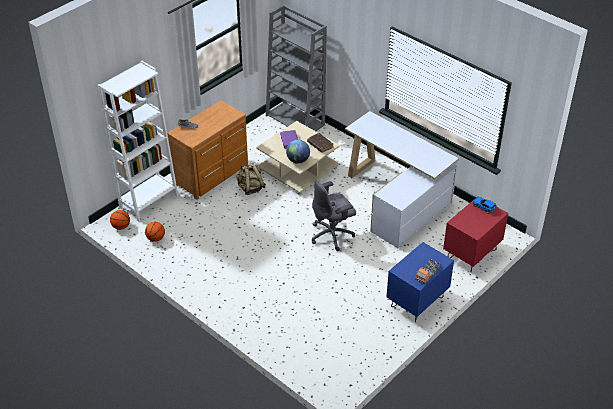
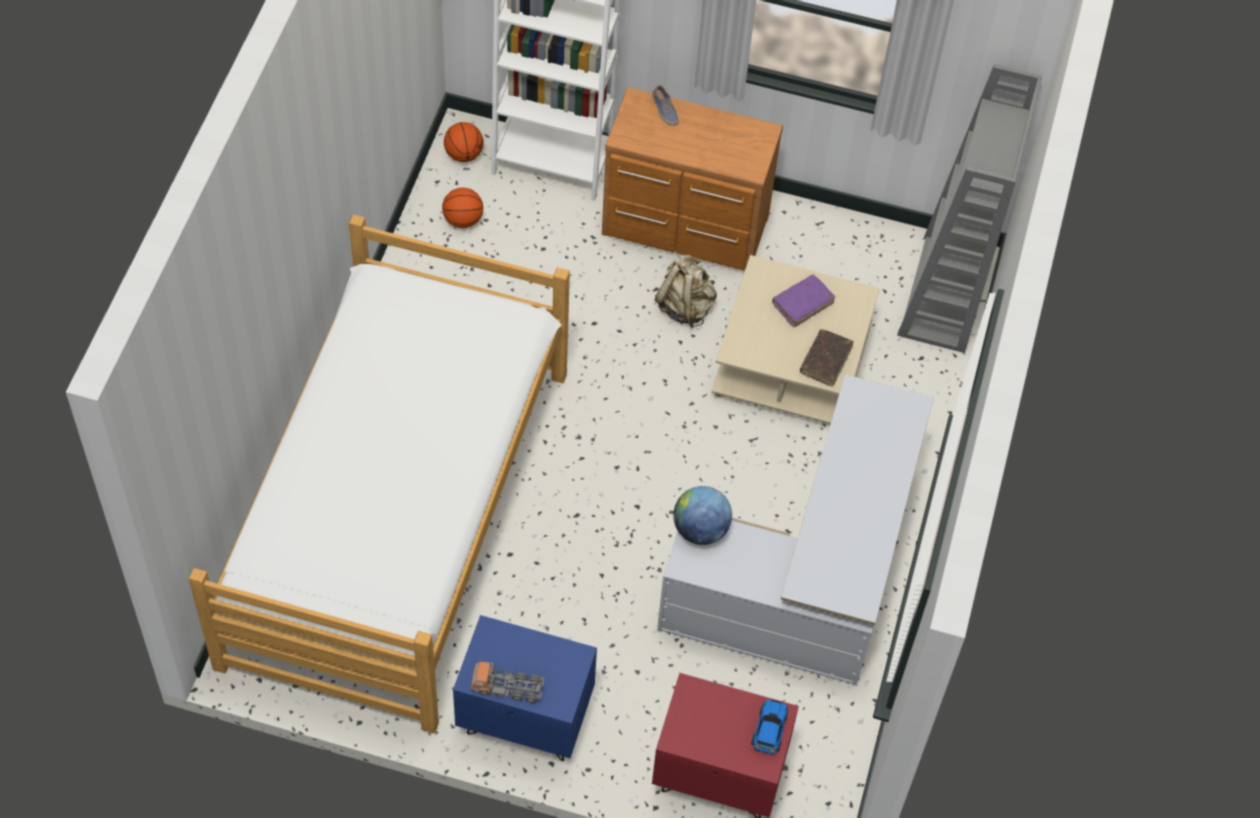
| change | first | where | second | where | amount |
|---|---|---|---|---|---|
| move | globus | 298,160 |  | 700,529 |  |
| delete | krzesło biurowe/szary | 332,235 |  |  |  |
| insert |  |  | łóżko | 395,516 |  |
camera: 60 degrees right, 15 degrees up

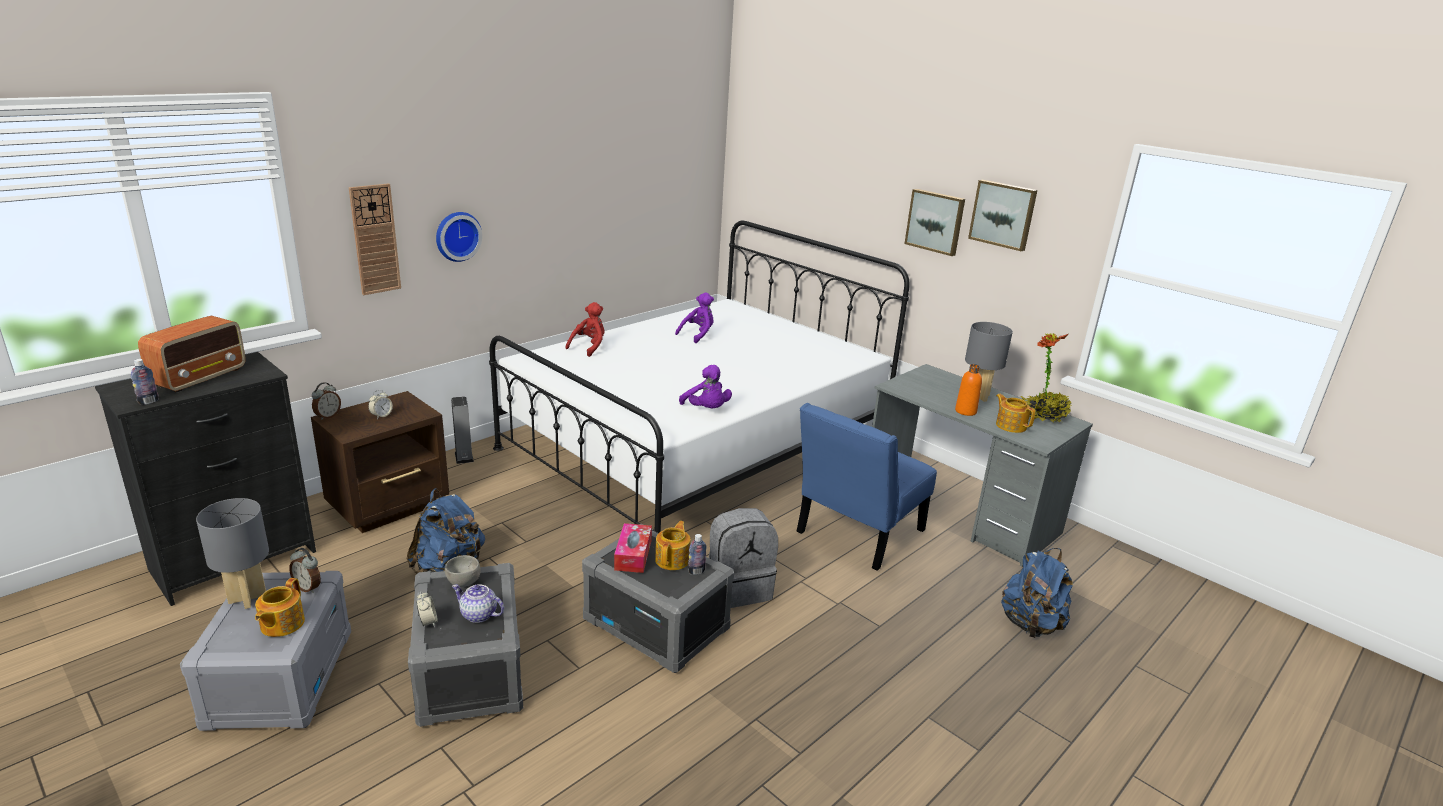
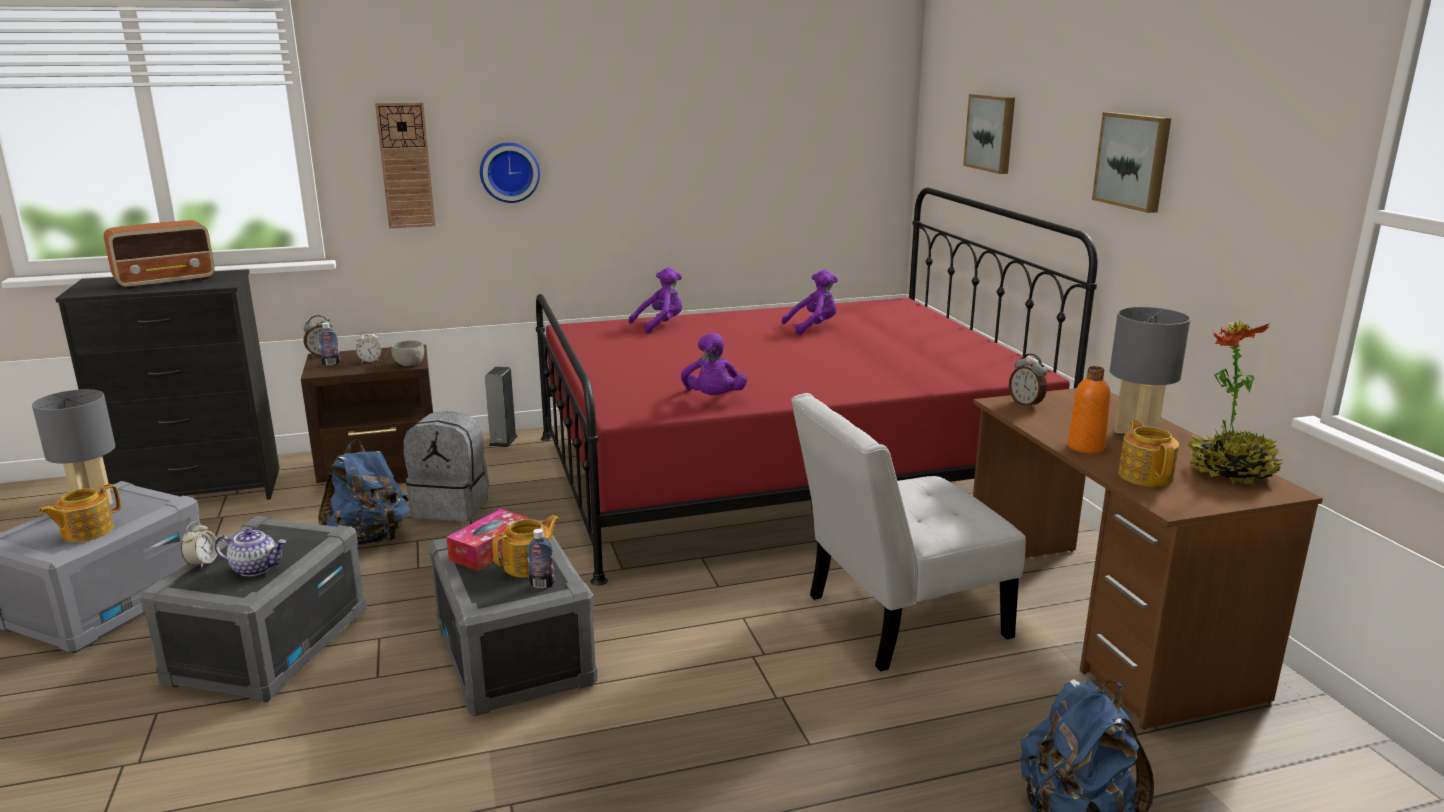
| change | first | where | second | where | amount |
|---|---|---|---|---|---|
| move | butelka | 148,402 |  | 331,364 |  |
| move | budzik | 308,587 |  | 1026,404 |  |
| move | miska/szary | 464,582 |  | 409,364 |  |
| rotate | imbryk | 478,615 |  | 255,568 | 135 degrees clockwise |
| recolor | łóżko/biały | 697,444 | łóżko/czerwony | 782,473 |  |
| recolor | pluszak/czerwony | 589,347 | pluszak/fioletowy | 660,325 |  |
| move | plecak/szary | 738,588 |  | 452,507 |  |
| recolor | krzesło/niebieski | 856,534 | krzesło/biały | 896,619 |  |
| recolor | biurko/szary | 959,511 | biurko/brązowy | 1102,626 |  |
| move | obraz | 1003,214 |  | 992,133 |  |
camera: 30 degrees right, 5 degrees down

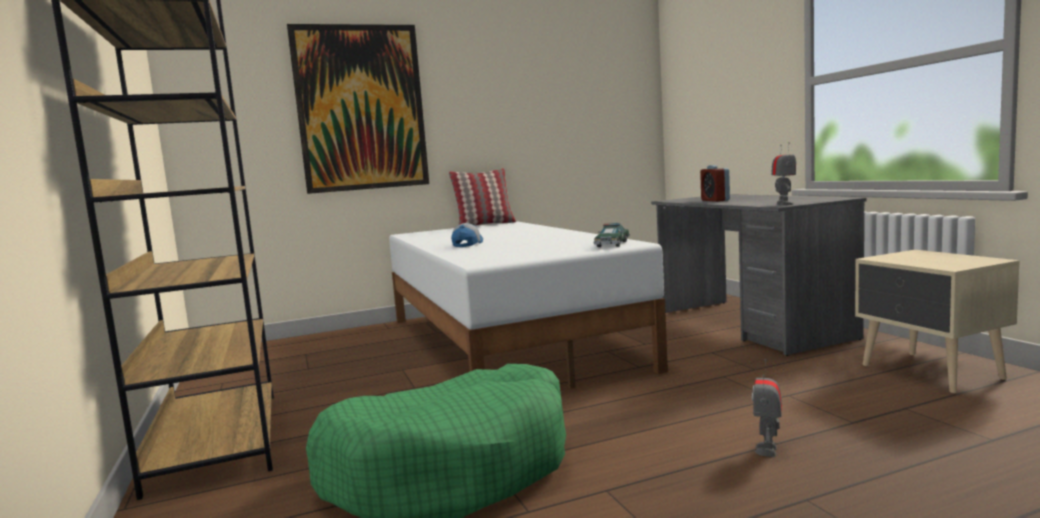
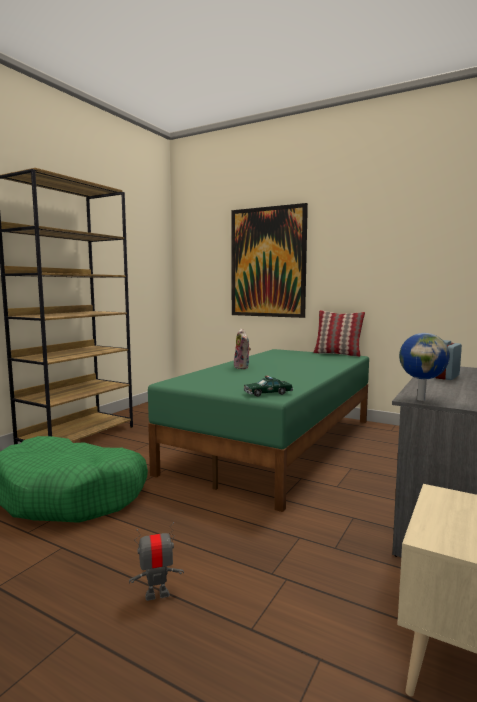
| change | first | where | second | where | amount |
|---|---|---|---|---|---|
| recolor | łóżko/biały | 507,341 | łóżko/zielony | 277,444 |  |
| replace | czapka z daszkiem | 467,244 | pluszak | 243,367 |  |
| replace | robot zabawkowy | 784,204 | globus | 421,399 |  |
camera: 50 degrees right, 0 degrees up

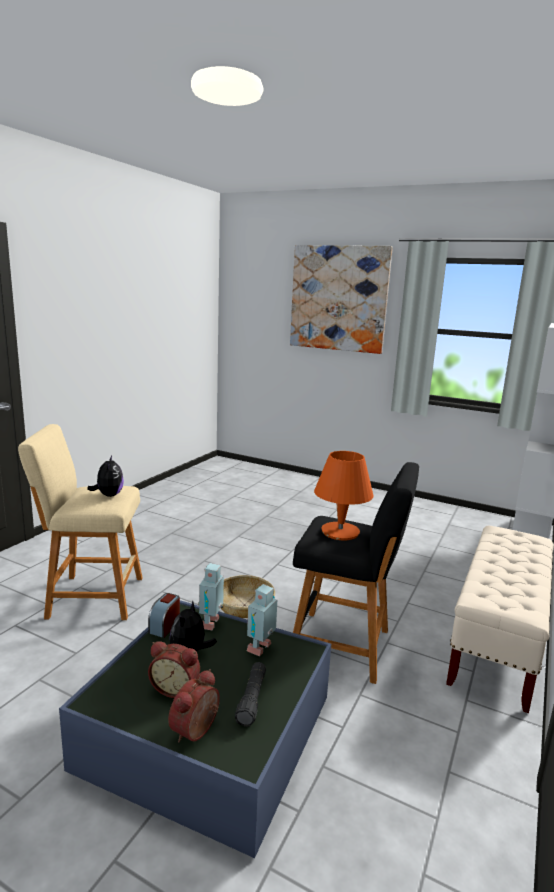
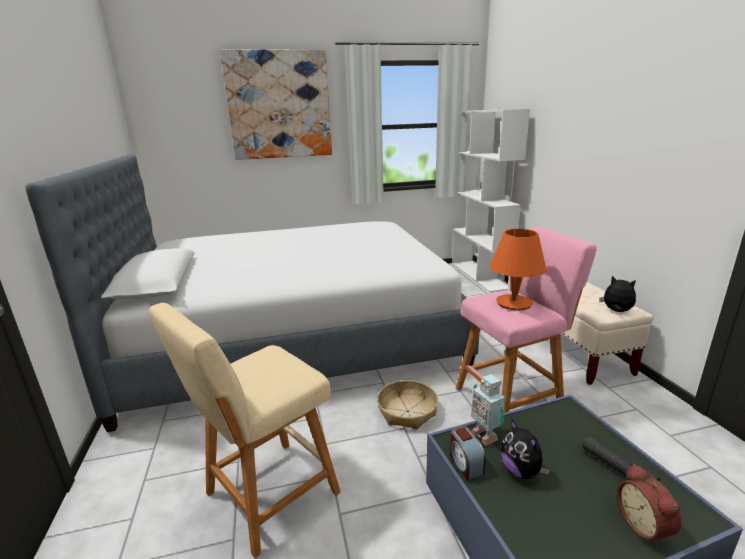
| change | first | where | second | where | amount |
|---|---|---|---|---|---|
| move | pluszak | 108,495 |  | 616,311 |  |
| delete | budzik | 175,688 |  |  |  |
| delete | robot zabawkowy | 261,648 |  |  |  |
| recolor | stołek/czarny | 345,646 | stołek/różowy | 512,397 |  |
| insert |  |  | łóżko | 295,336 |  |
camera: 40 degrees left, 5 degrees up

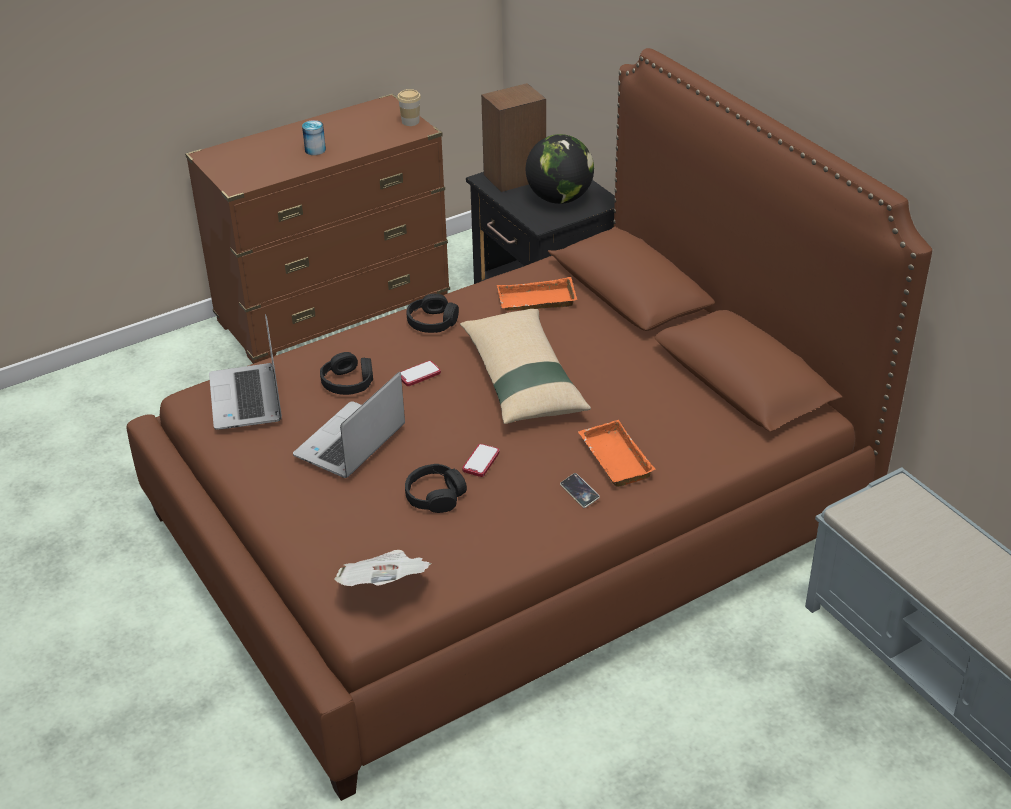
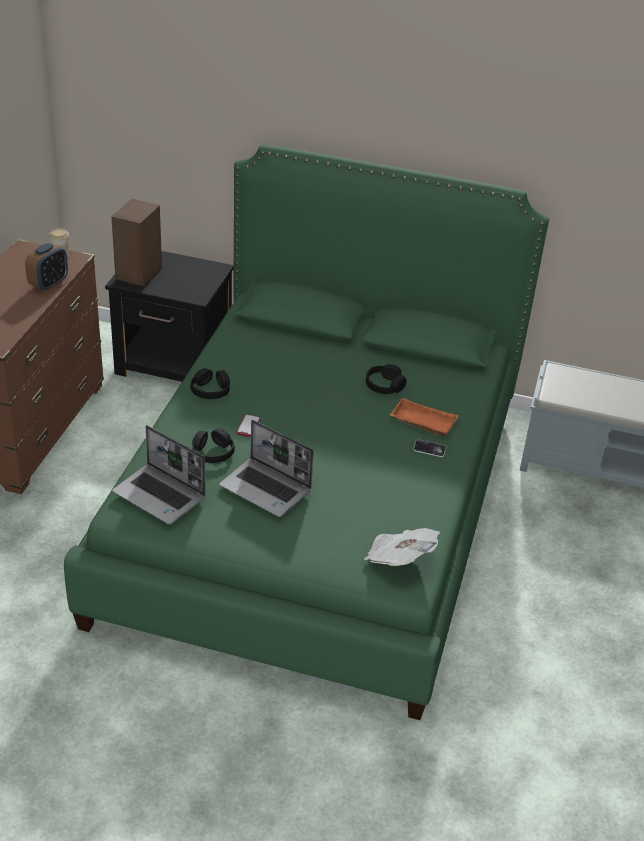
| change | first | where | second | where | amount |
|---|---|---|---|---|---|
| recolor | łóżko/brązowy | 508,521 | łóżko/zielony | 315,508 |  |
| rotate | laptop | 350,443 |  | 266,488 | 45 degrees counterclockwise |
| delete | puszka | 315,150 |  |  |  |
| move | słuchawki/czarny | 435,496 |  | 384,385 |  |
| delete | poduszka/beżowy | 522,379 |  |  |  |
| delete | telefon | 481,461 |  |  |  |
| delete | taca/pomarańczowy | 536,302 |  |  |  |
| delete | globus | 559,198 |  |  |  |
| insert |  |  | budzik | 48,284 |  |
camera: 45 degrees left, 0 degrees up

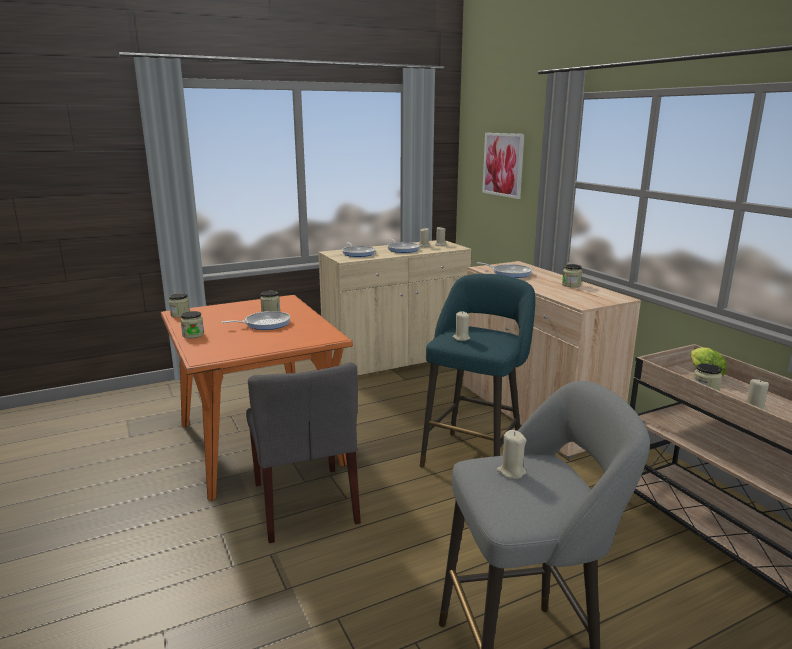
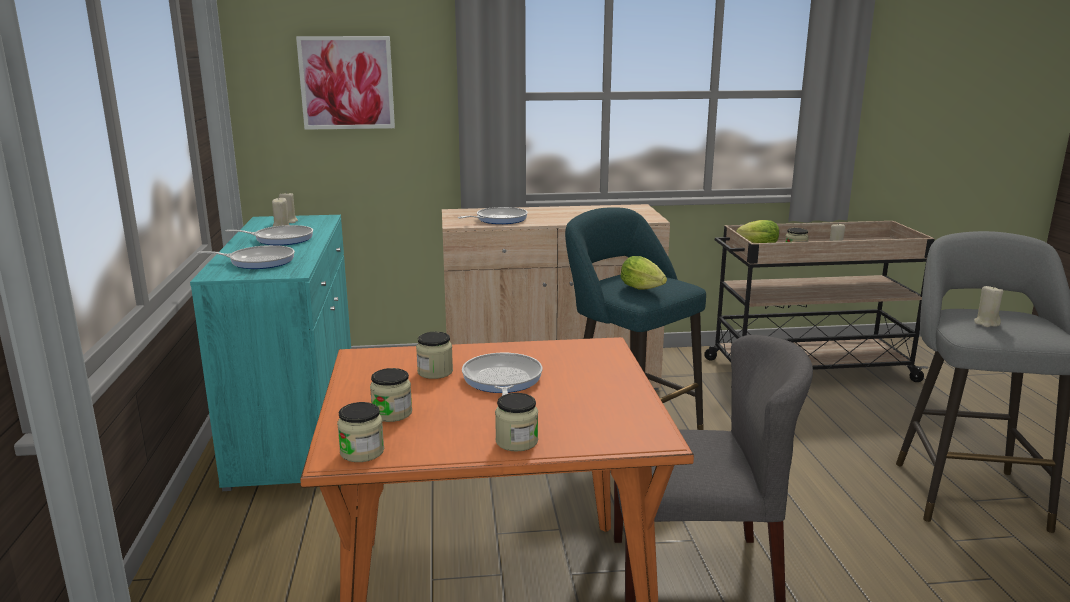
| change | first | where | second | where | amount |
|---|---|---|---|---|---|
| recolor | szafka/beżowy | 395,359 | szafka/turkusowy | 297,426 |  |
| replace | świeca/beżowy | 461,338 | sałata | 644,289 |  |
| move | słoik | 571,285 |  | 392,413 |  |
camera: 70 degrees left, 0 degrees up

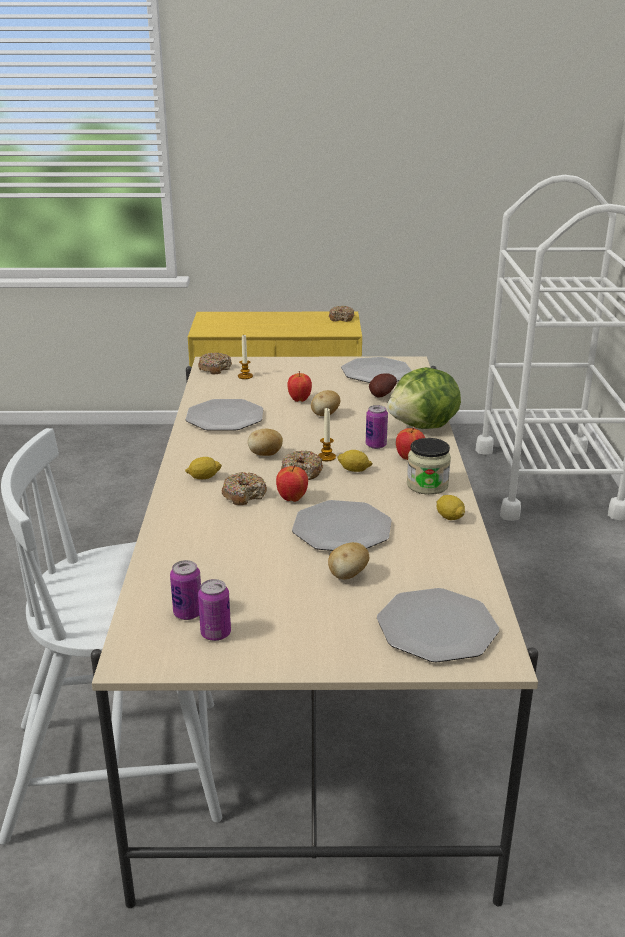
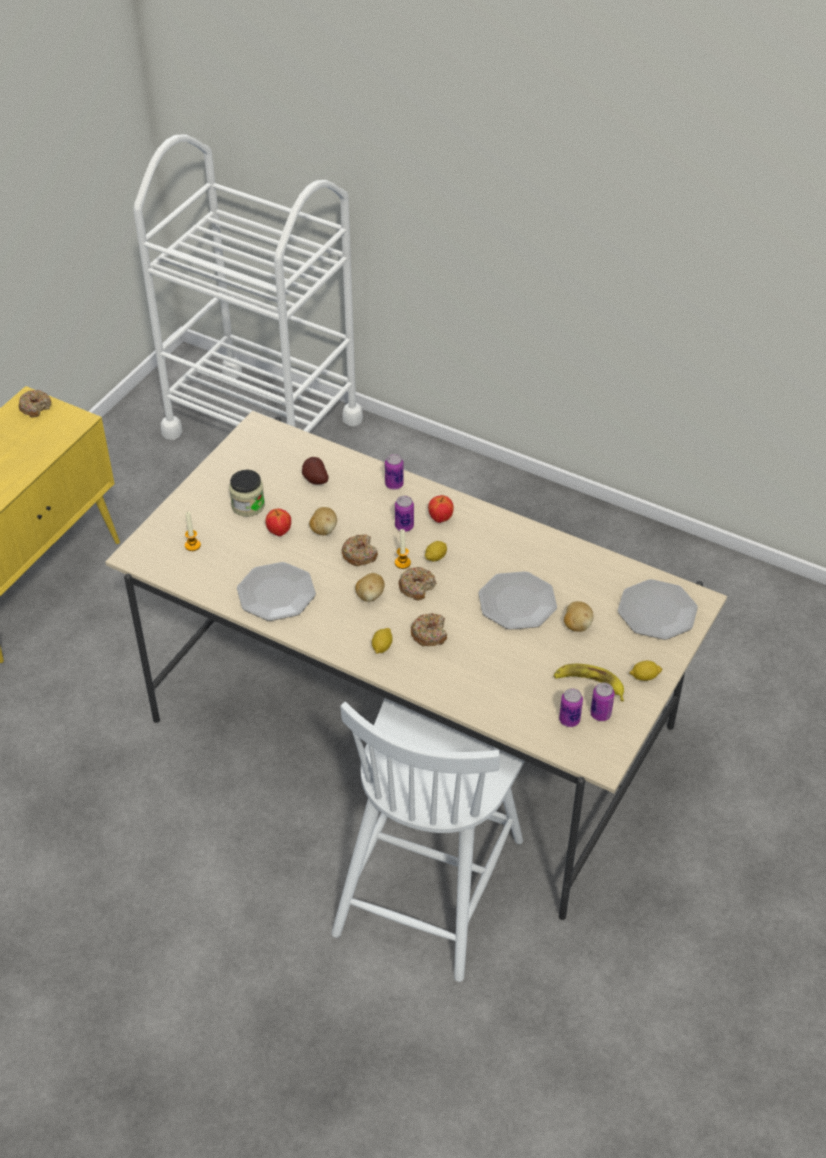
| change | first | where | second | where | amount |
|---|---|---|---|---|---|
| move | donut | 215,368 |  | 359,554 |  |
| delete | jabłko | 292,499 |  |  |  |
| delete | talerz | 376,372 |  |  |  |
| replace | sałata | 424,427 | puszka | 394,484 |  |
| move | słoik | 427,485 |  | 248,505 |  |
| move | cytryna | 449,517 |  | 644,677 |  |
| insert |  |  | banan | 589,684 |  |
camera: 60 degrees left, 20 degrees up

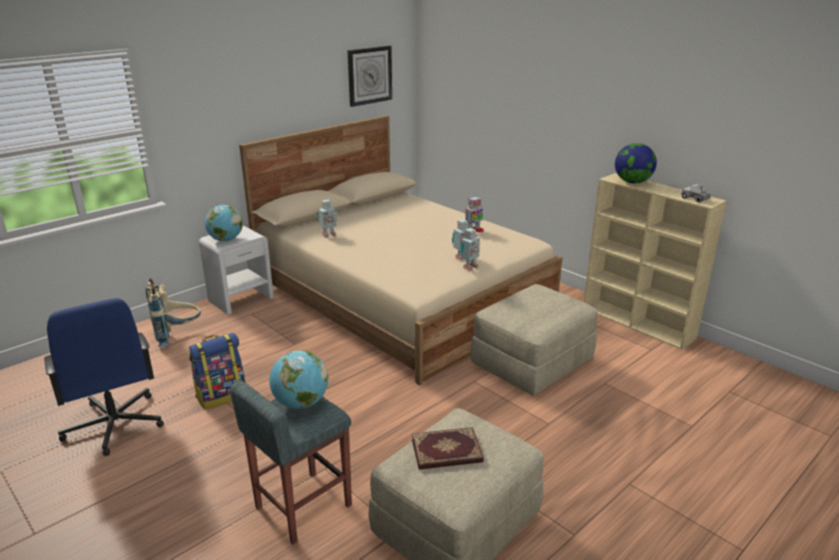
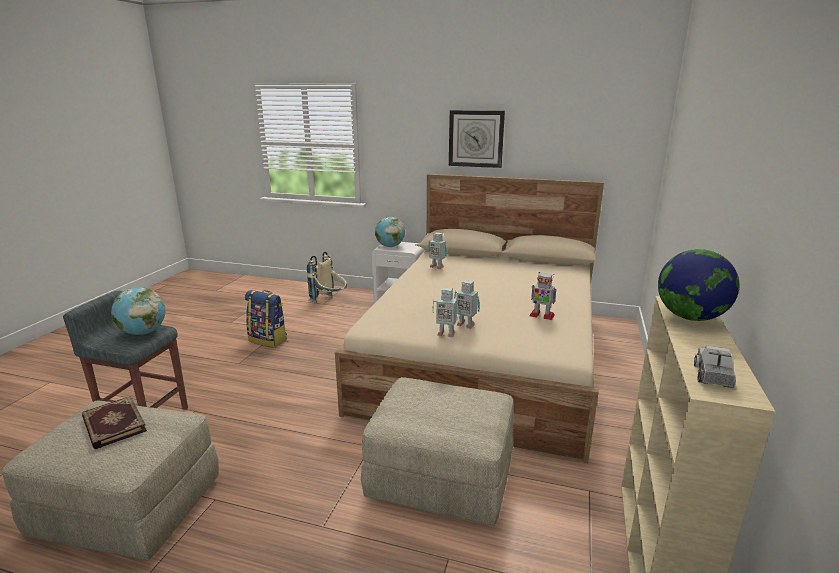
| change | first | where | second | where | amount |
|---|---|---|---|---|---|
| delete | krzesło biurowe/niebieski | 114,425 |  |  |  |
| move | zegar ścienny | 369,75 |  | 476,138 |  |
camera: 60 degrees right, 5 degrees down

